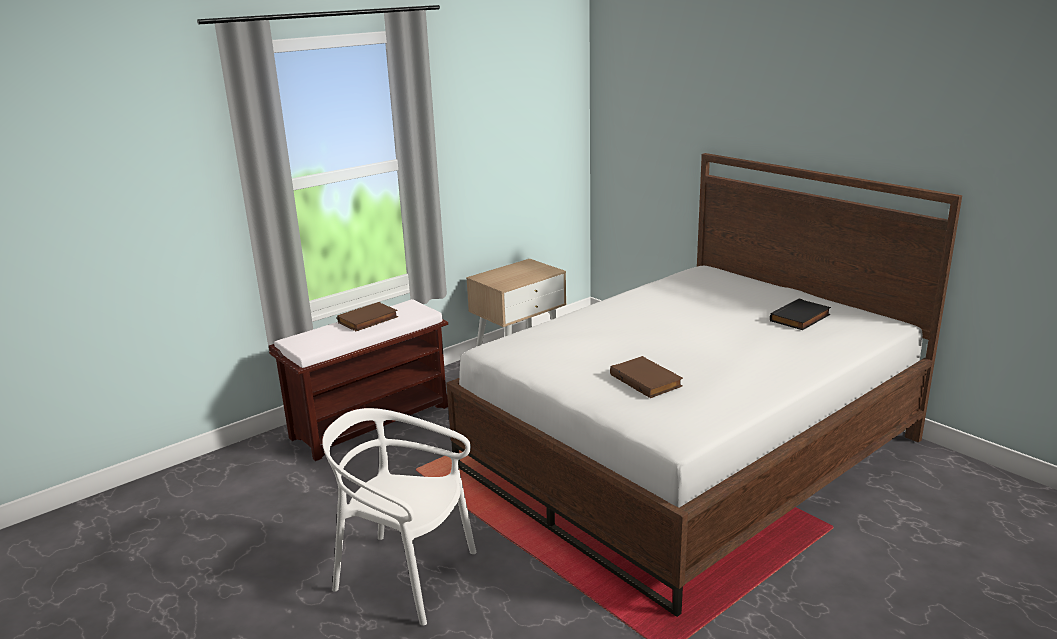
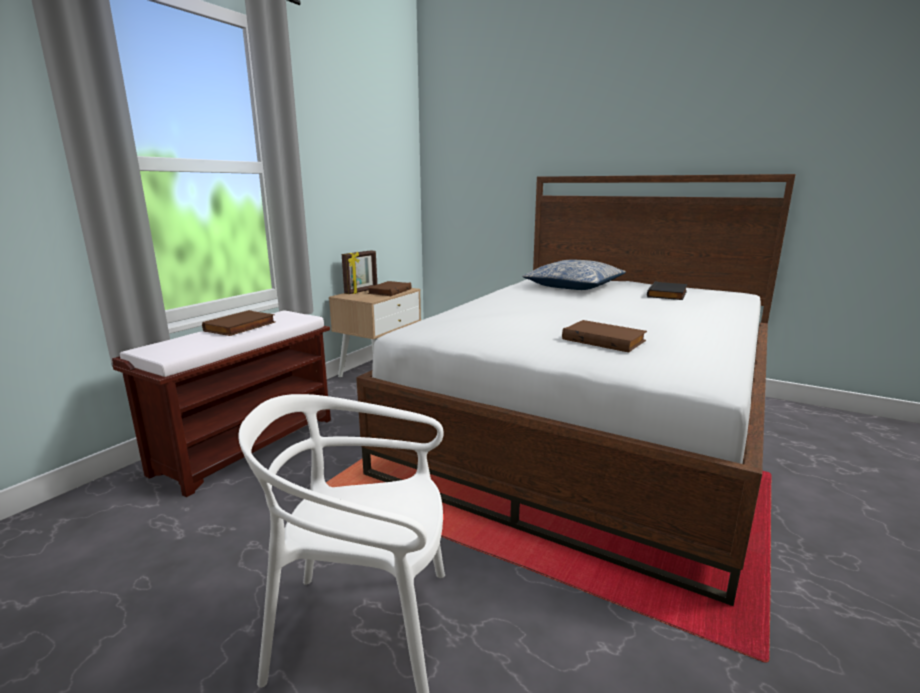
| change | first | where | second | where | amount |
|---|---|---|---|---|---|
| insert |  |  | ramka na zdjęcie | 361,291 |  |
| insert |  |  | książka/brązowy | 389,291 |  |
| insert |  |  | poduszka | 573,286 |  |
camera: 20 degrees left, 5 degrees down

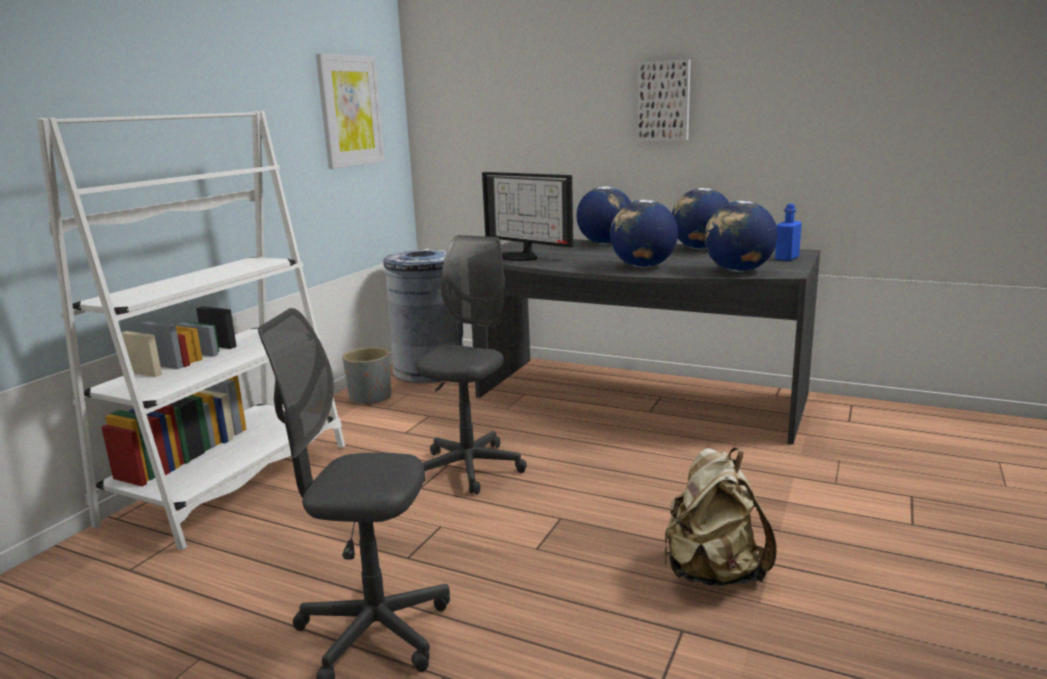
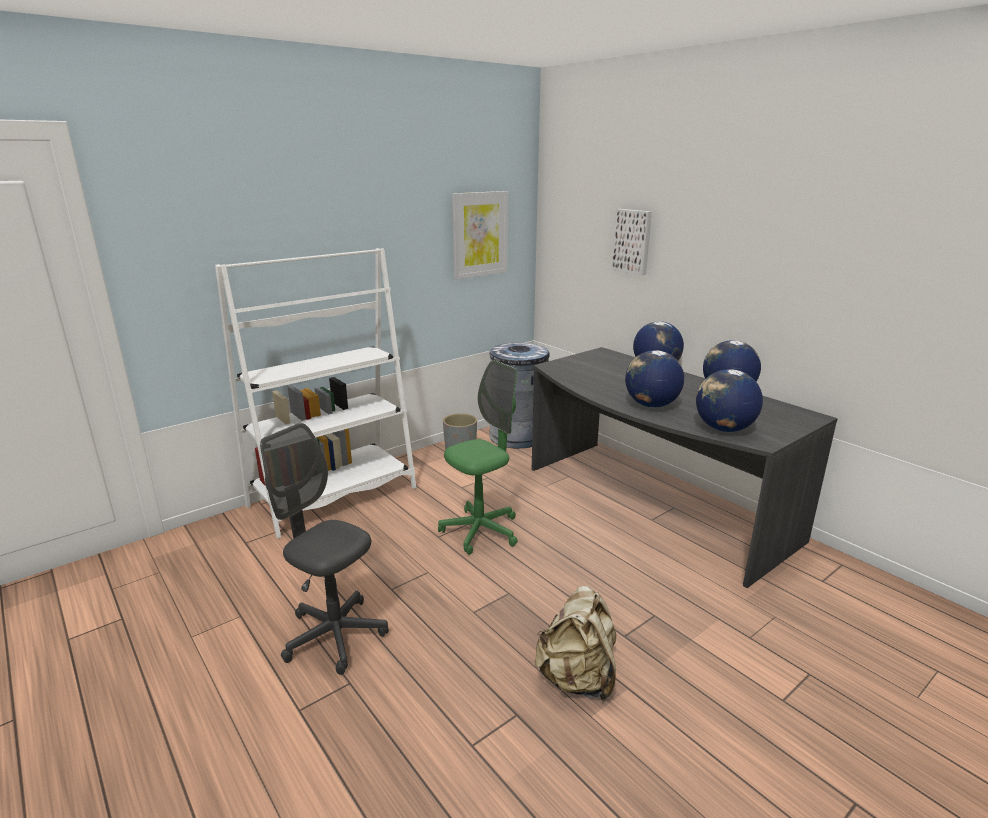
| change | first | where | second | where | amount |
|---|---|---|---|---|---|
| recolor | krzesło biurowe/szary | 470,468 | krzesło biurowe/zielony | 480,531 |  |
| delete | monitor | 521,256 |  |  |  |
| move | obraz | 664,101 |  | 633,241 |  |
| delete | butelka/niebieski | 786,258 |  |  |  |
camera: 25 degrees right, 5 degrees up

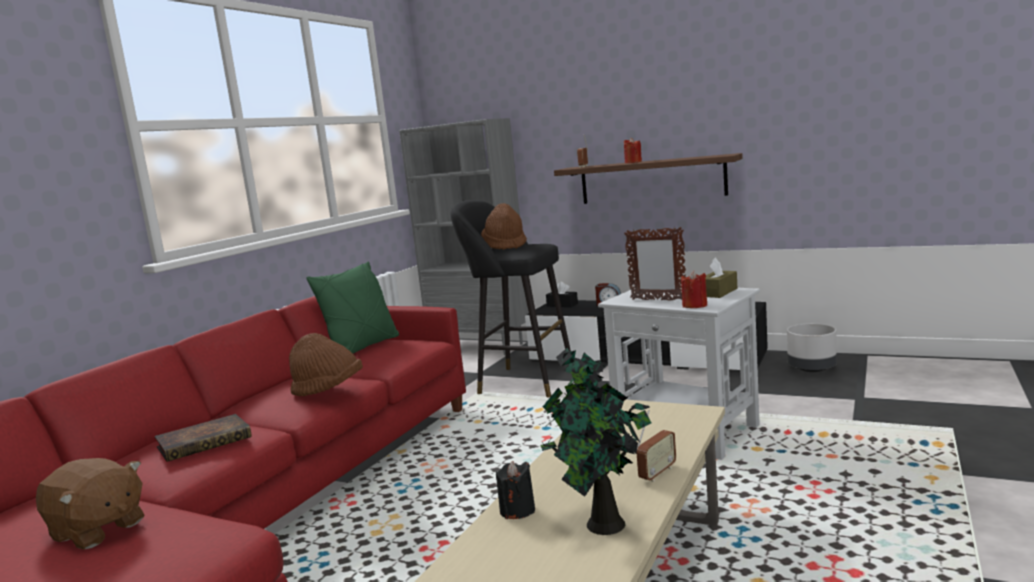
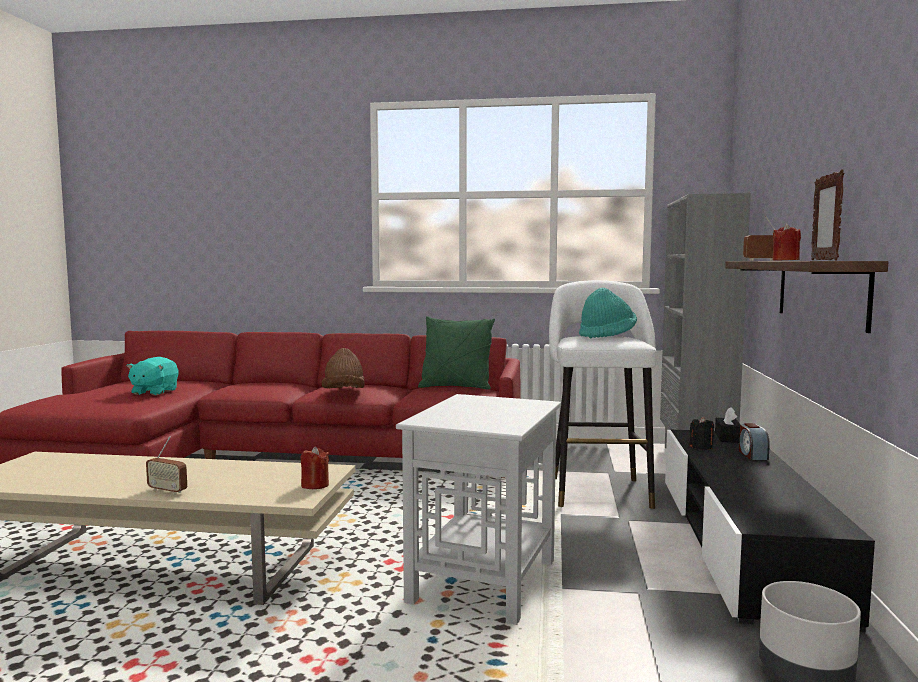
| change | first | where | second | where | amount |
|---|---|---|---|---|---|
| recolor | pluszak/brązowy | 97,530 | pluszak/turkusowy | 154,392 |  |
| delete | książka | 206,442 |  |  |  |
| recolor | stołek/czarny | 521,382 | stołek/biały | 598,490 |  |
| recolor | kapelusz/brązowy | 505,246 | kapelusz/turkusowy | 607,336 |  |
| move | świeca/czarny | 517,510 |  | 701,447 |  |
| delete | roślina doniczkowa | 603,526 |  |  |  |
| move | ramka na zdjęcie | 657,300 |  | 824,260 |  |
| move | świeca/czerwony | 694,306 |  | 315,485 |  |
| delete | pudełko chusteczek/brązowy | 718,292 |  |  |  |
camera: 70 degrees right, 5 degrees down

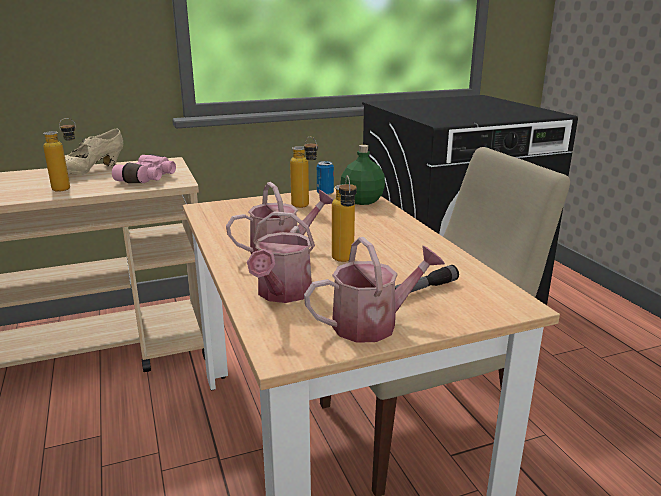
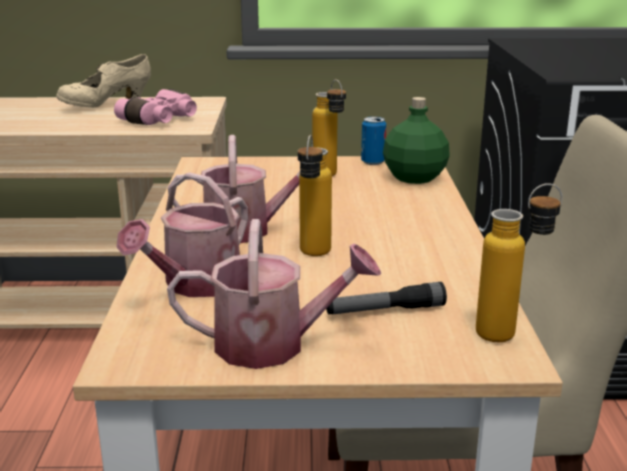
| change | first | where | second | where | amount |
|---|---|---|---|---|---|
| move | butelka | 69,188 |  | 510,333 |  |
camera: 20 degrees right, 0 degrees up

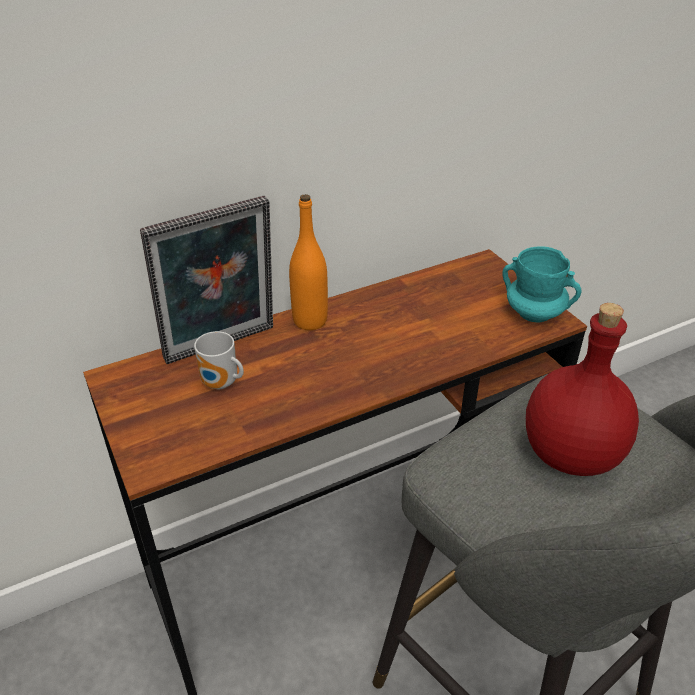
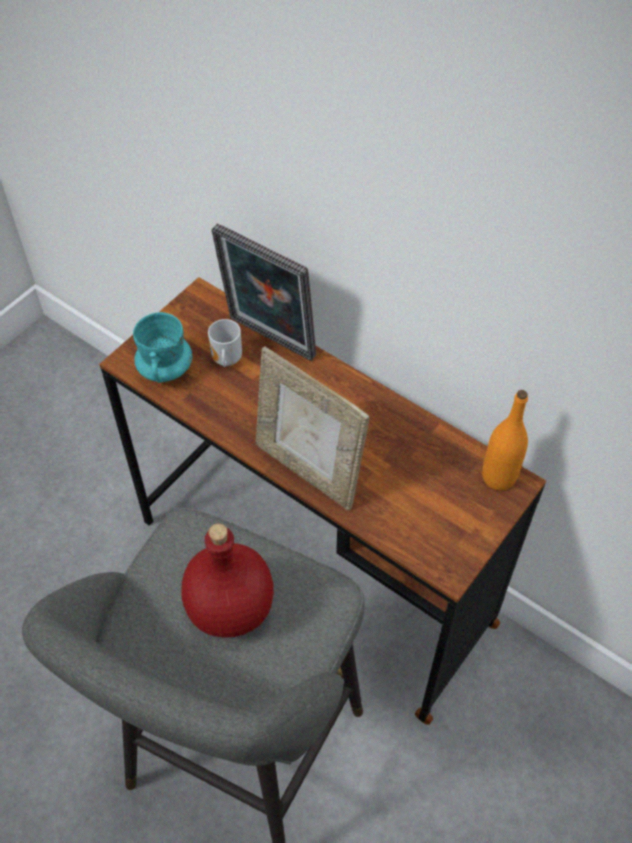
| change | first | where | second | where | amount |
|---|---|---|---|---|---|
| move | butelka/pomarańczowy | 310,321 |  | 498,477 |  |
| move | kubek/turkusowy | 534,313 |  | 166,370 |  |
| insert |  |  | ramka na zdjęcie | 308,470 |  |
camera: 65 degrees right, 15 degrees up

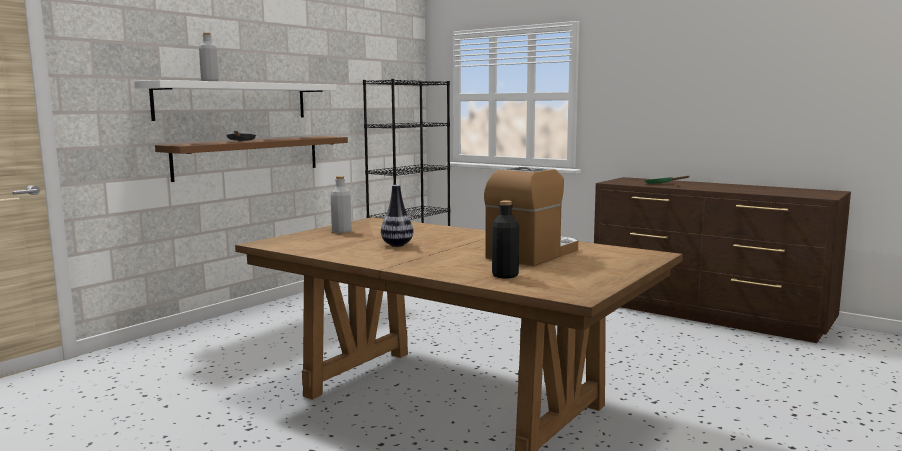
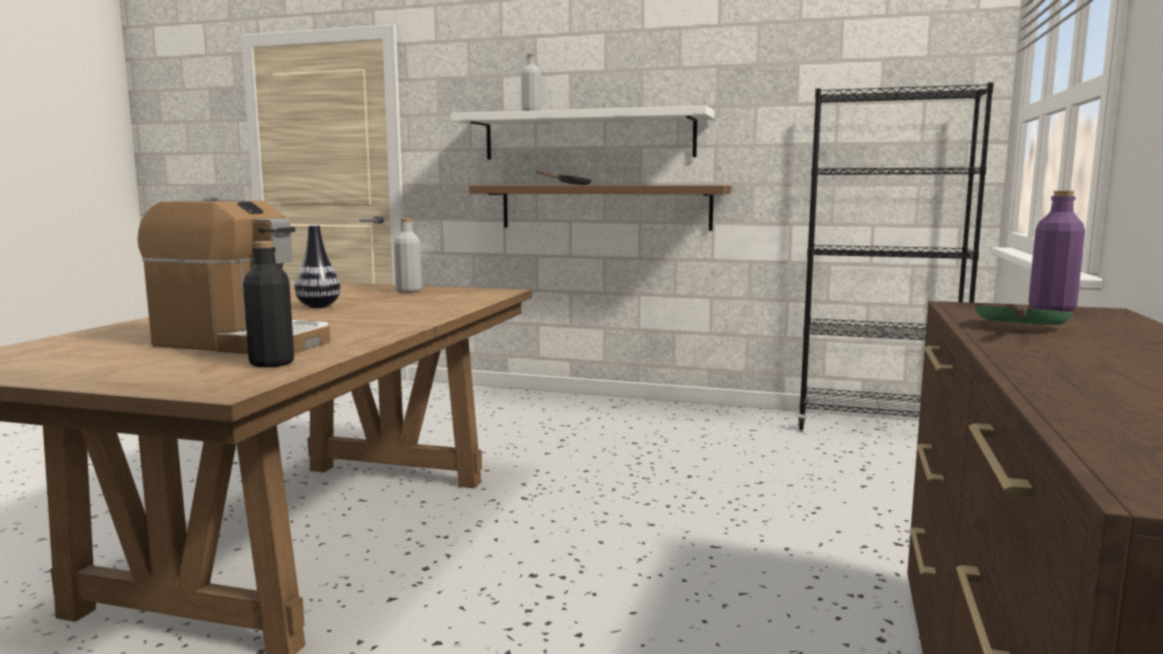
| change | first | where | second | where | amount |
|---|---|---|---|---|---|
| move | butelka/czarny | 505,275 |  | 272,363 |  |
| insert |  |  | butelka/fioletowy | 1051,309 |  |
camera: 70 degrees right, 0 degrees up

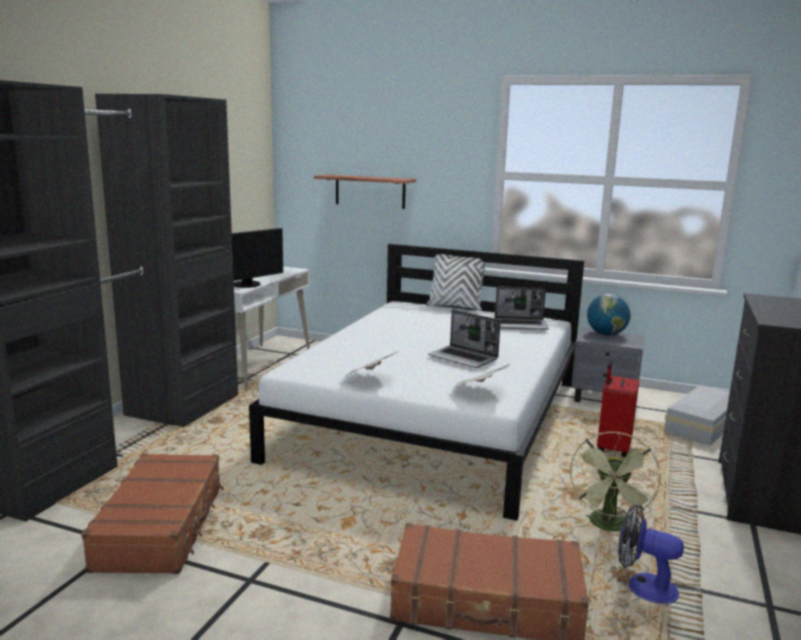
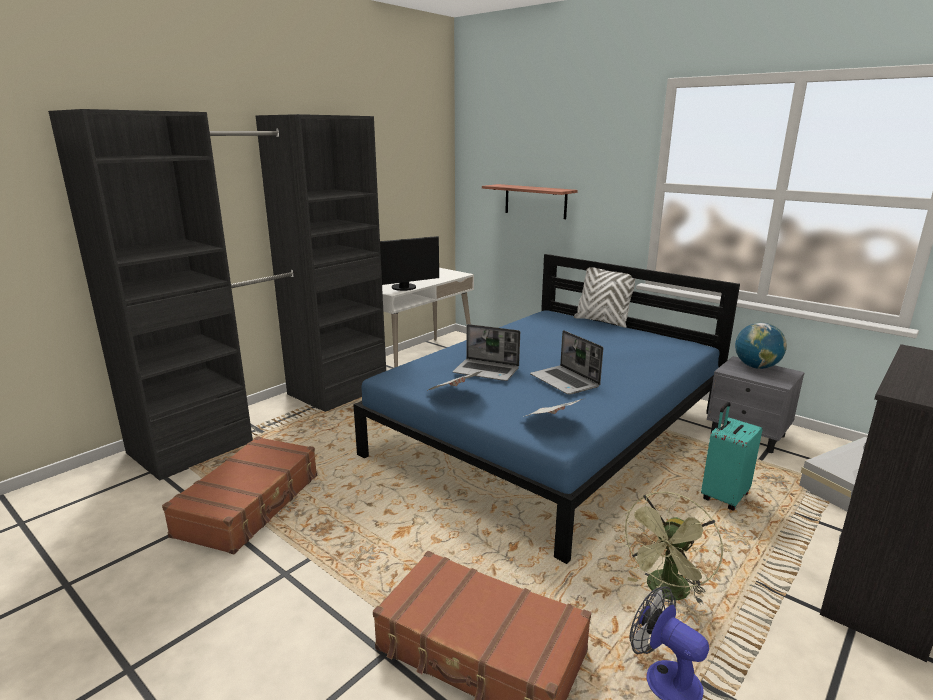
| change | first | where | second | where | amount |
|---|---|---|---|---|---|
| recolor | łóżko/biały | 436,418 | łóżko/niebieski | 551,434 |  |
| move | laptop | 521,325 |  | 487,371 |  |
| recolor | walizka/czerwony | 612,448 | walizka/turkusowy | 723,497 |  |
camera: 20 degrees right, 5 degrees up

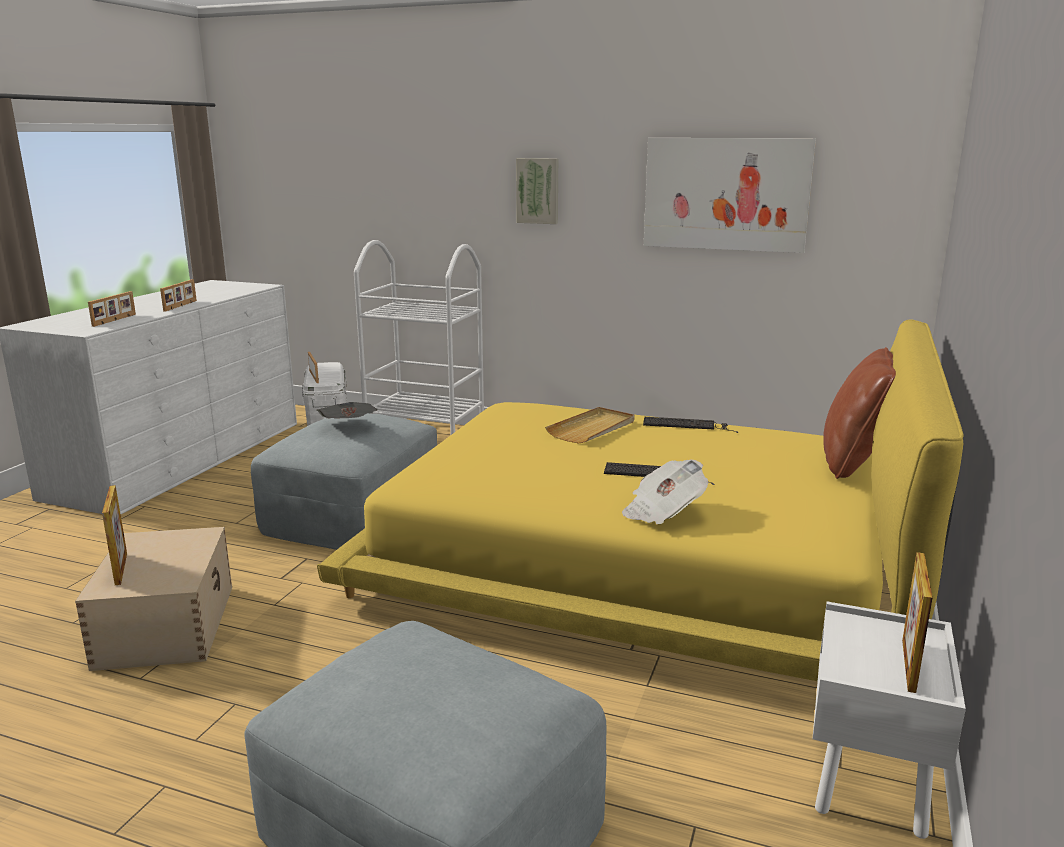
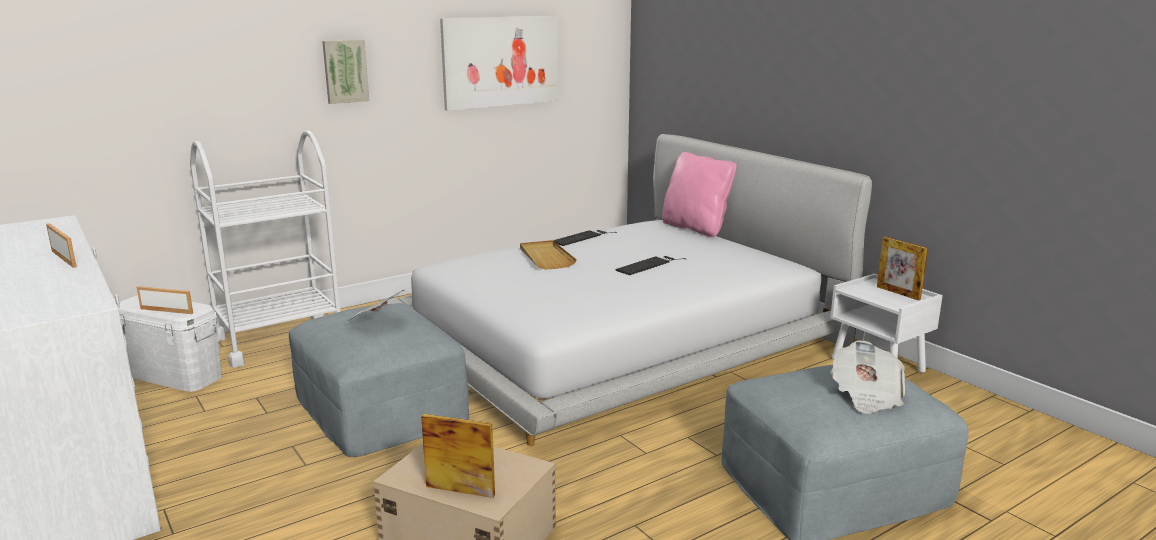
| change | first | where | second | where | amount |
|---|---|---|---|---|---|
| delete | ramka na zdjęcie | 115,320 |  |  |  |
| recolor | łóżko/żółty | 643,560 | łóżko/biały | 619,338 |  |
| move | gazeta | 662,512 |  | 866,396 |  |
| recolor | poduszka/brązowy | 855,463 | poduszka/różowy | 696,228 |  |
camera: 55 degrees left, 0 degrees up

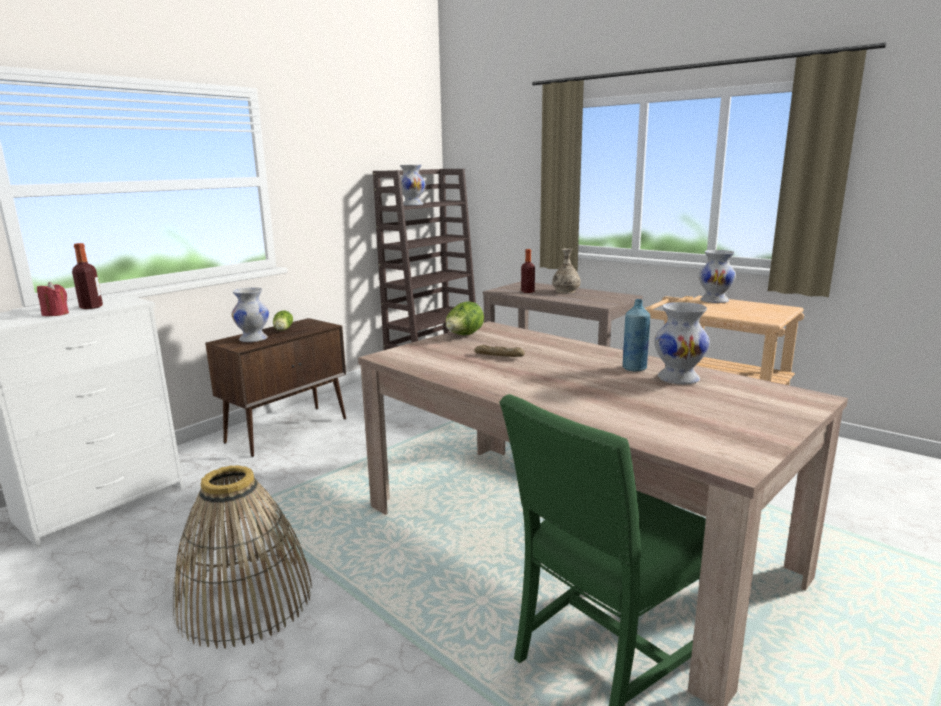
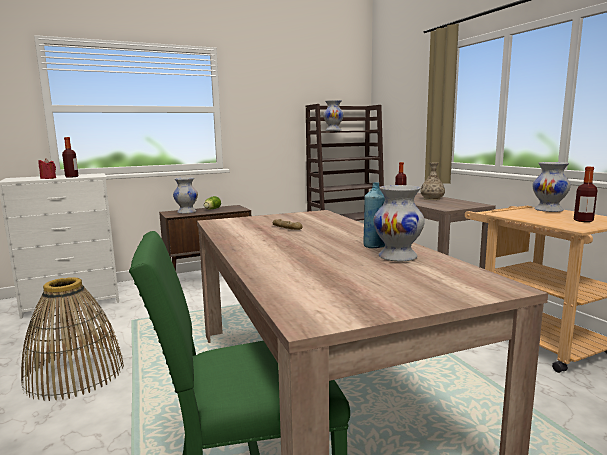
| change | first | where | second | where | amount |
|---|---|---|---|---|---|
| delete | sałata | 464,336 |  |  |  |
| insert |  |  | butelka | 583,220 |  |
camera: 25 degrees right, 5 degrees down

